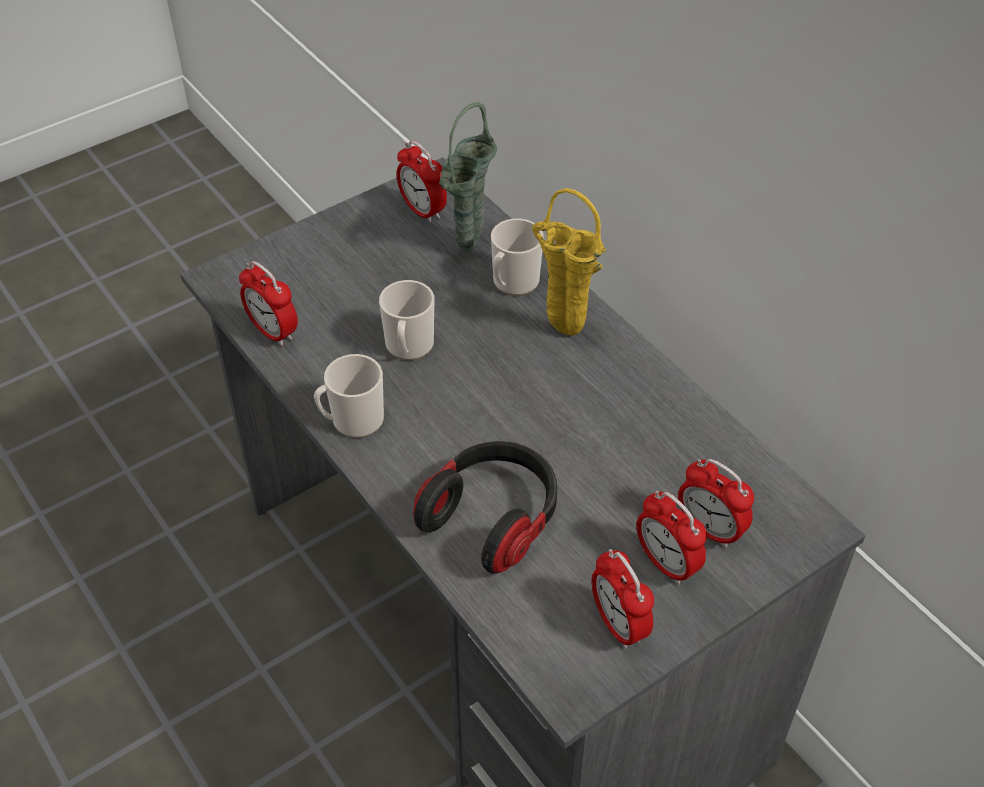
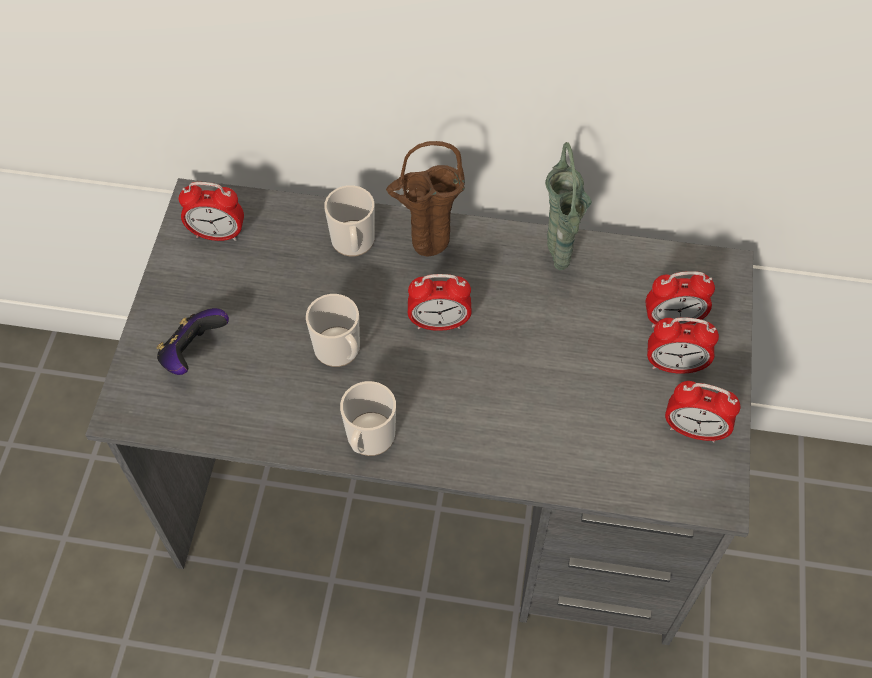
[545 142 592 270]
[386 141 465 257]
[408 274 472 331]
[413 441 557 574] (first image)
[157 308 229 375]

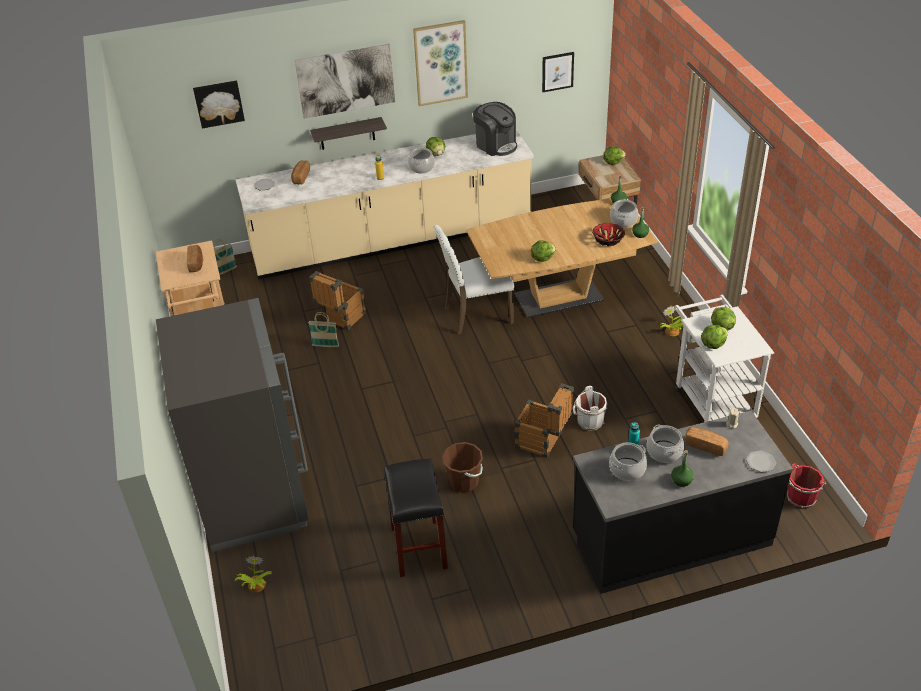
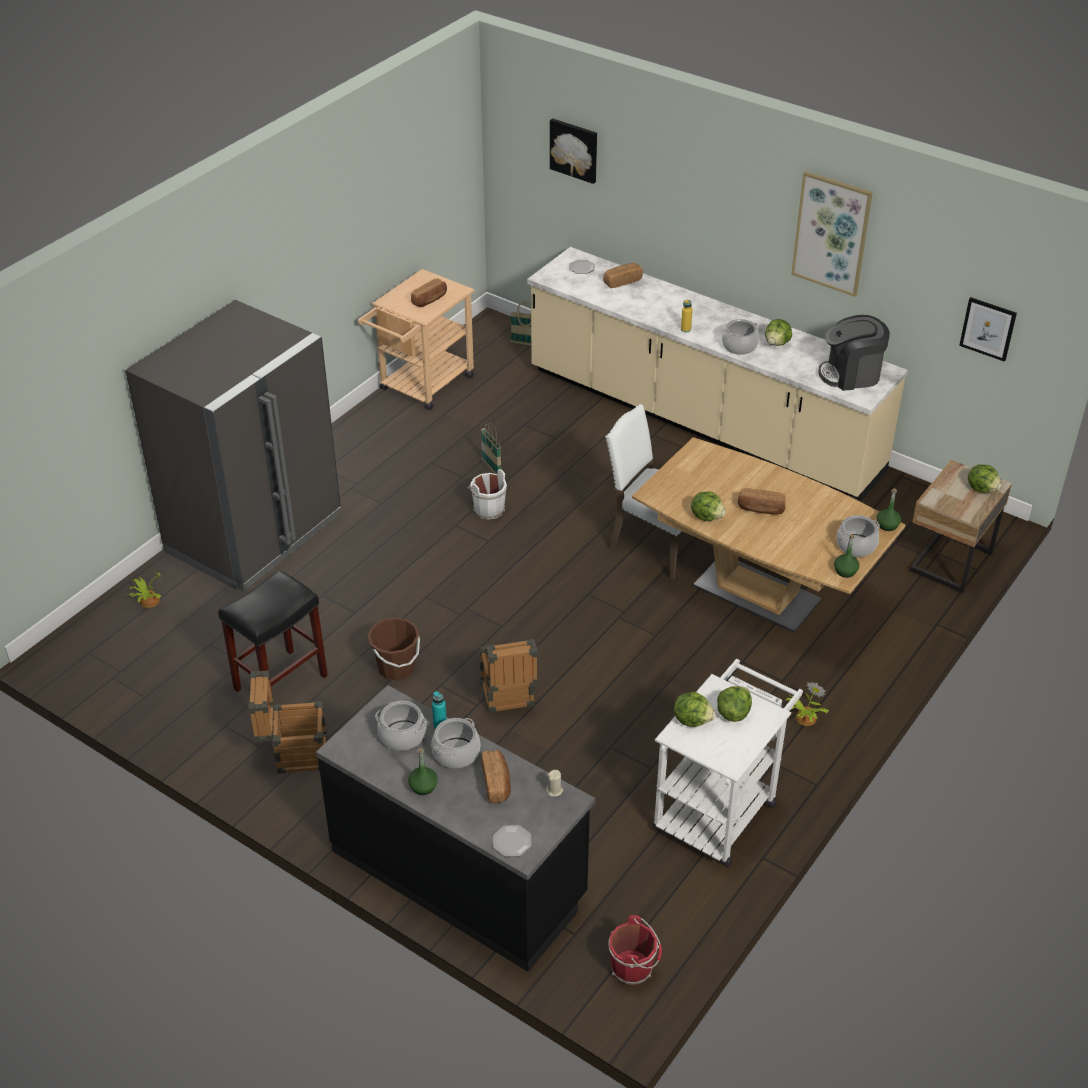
[295 44 395 119] (first image)
[818 315 890 391]
[310 117 387 150] (first image)
[592 223 625 246] (first image)
[249 671 327 774]
[467 469 507 520]
[738 488 785 515]

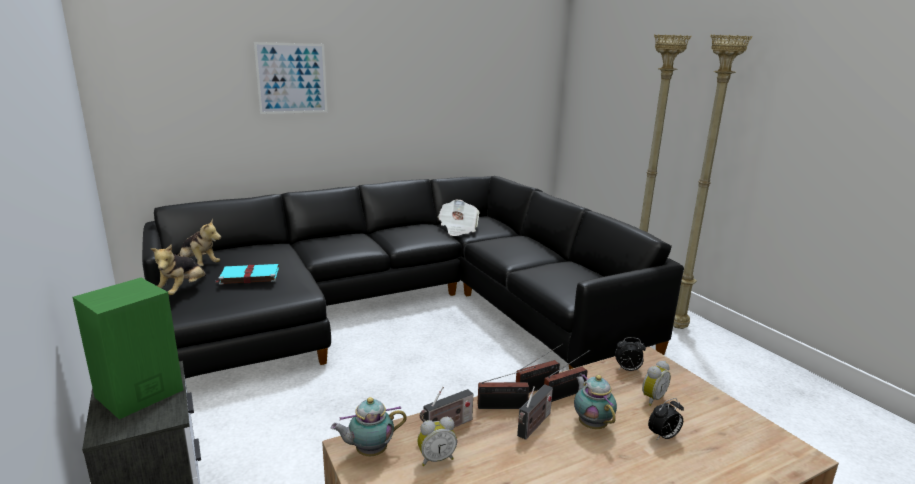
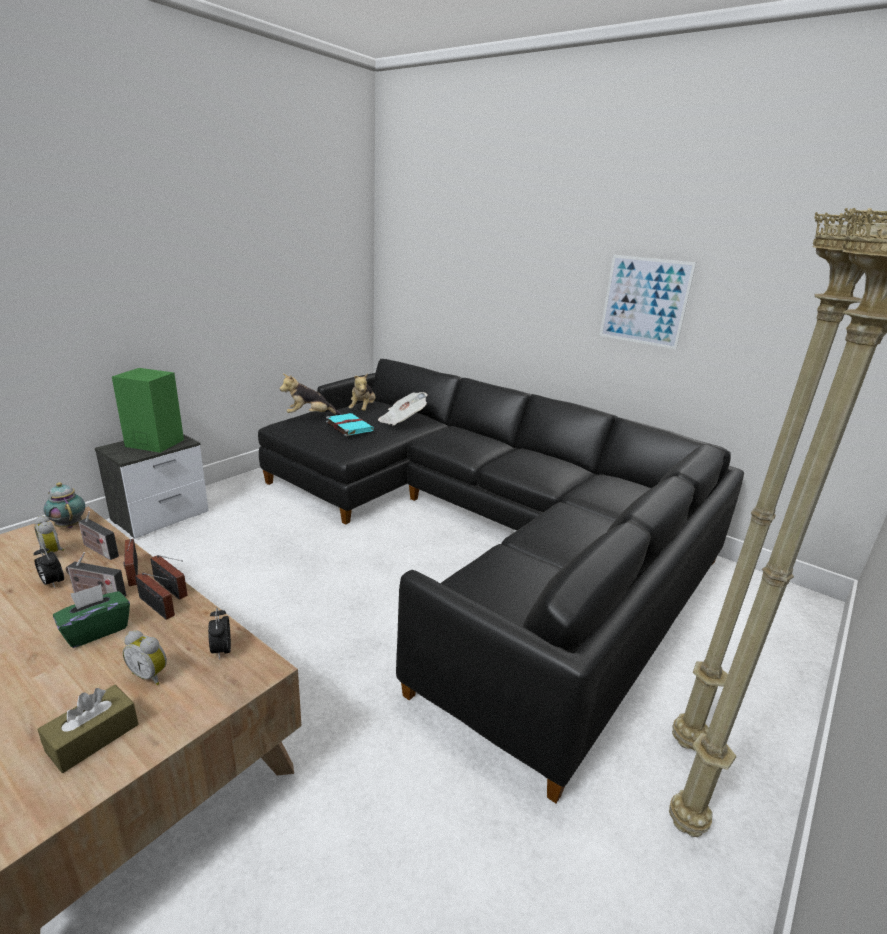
[599 255 696 349]
[378 392 428 425]
[53 584 130 648]
[34 545 64 588]
[37 685 138 773]

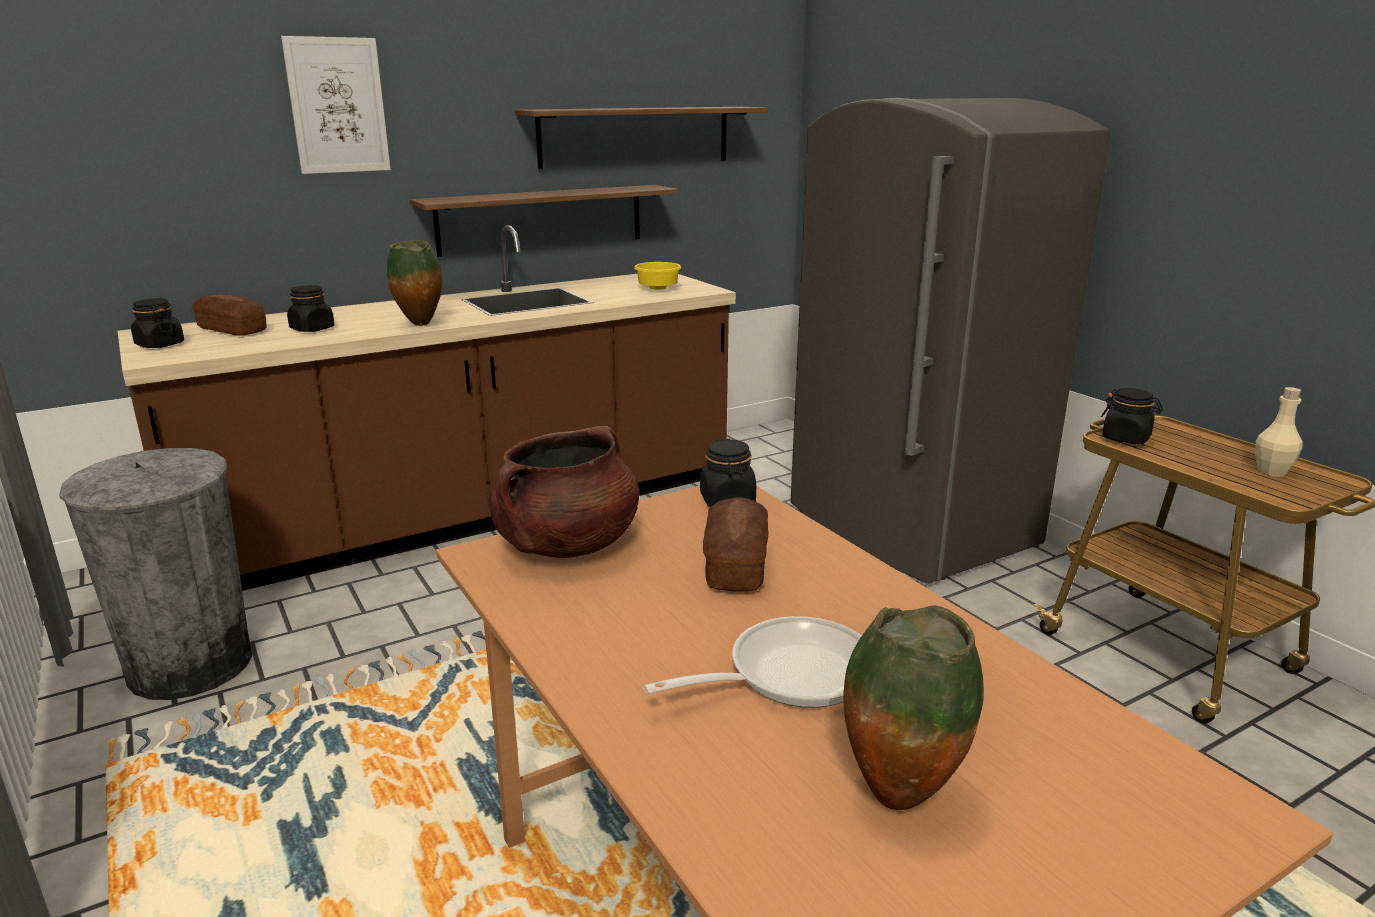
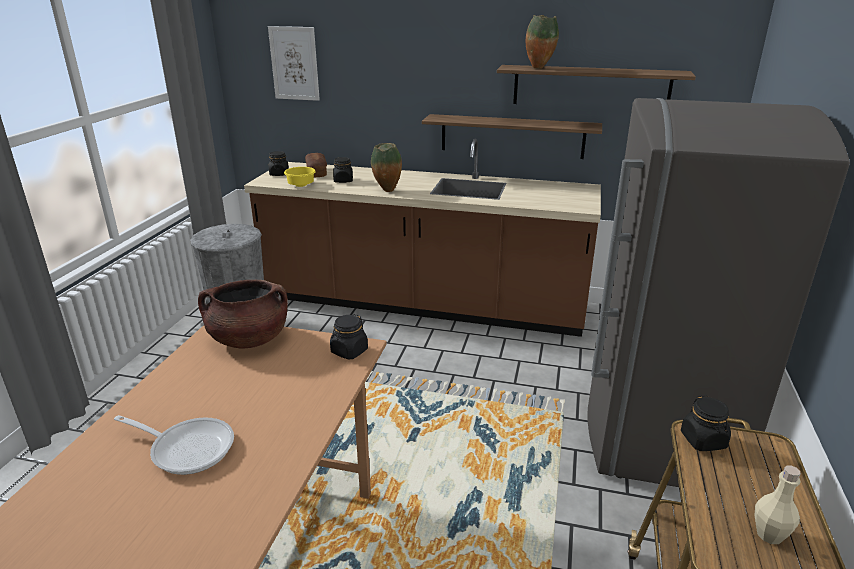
[268 26 320 101]
[284 167 316 187]
[703 497 768 591] (first image)
[526 15 559 69]

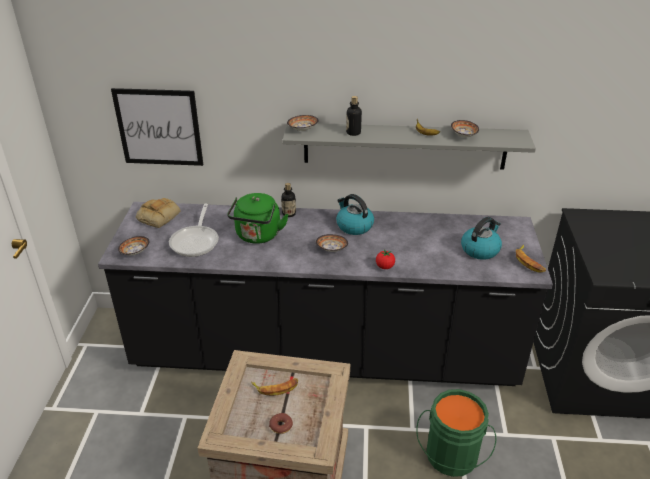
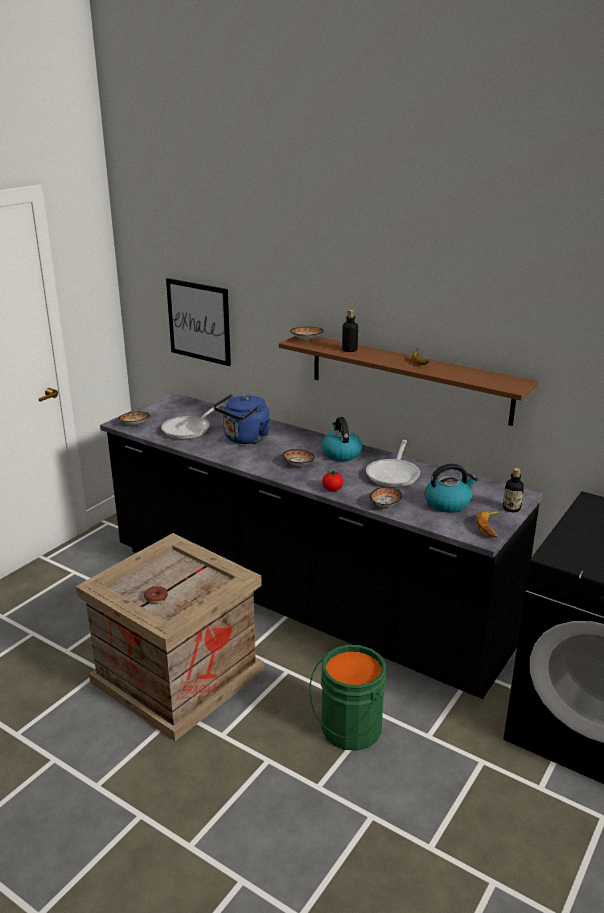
[370 487 402 507]
[279 336 538 426]
[503 468 524 512]
[213 394 270 444]
[136 198 181 228] (first image)
[251 378 298 396] (first image)
[366 440 420 487]

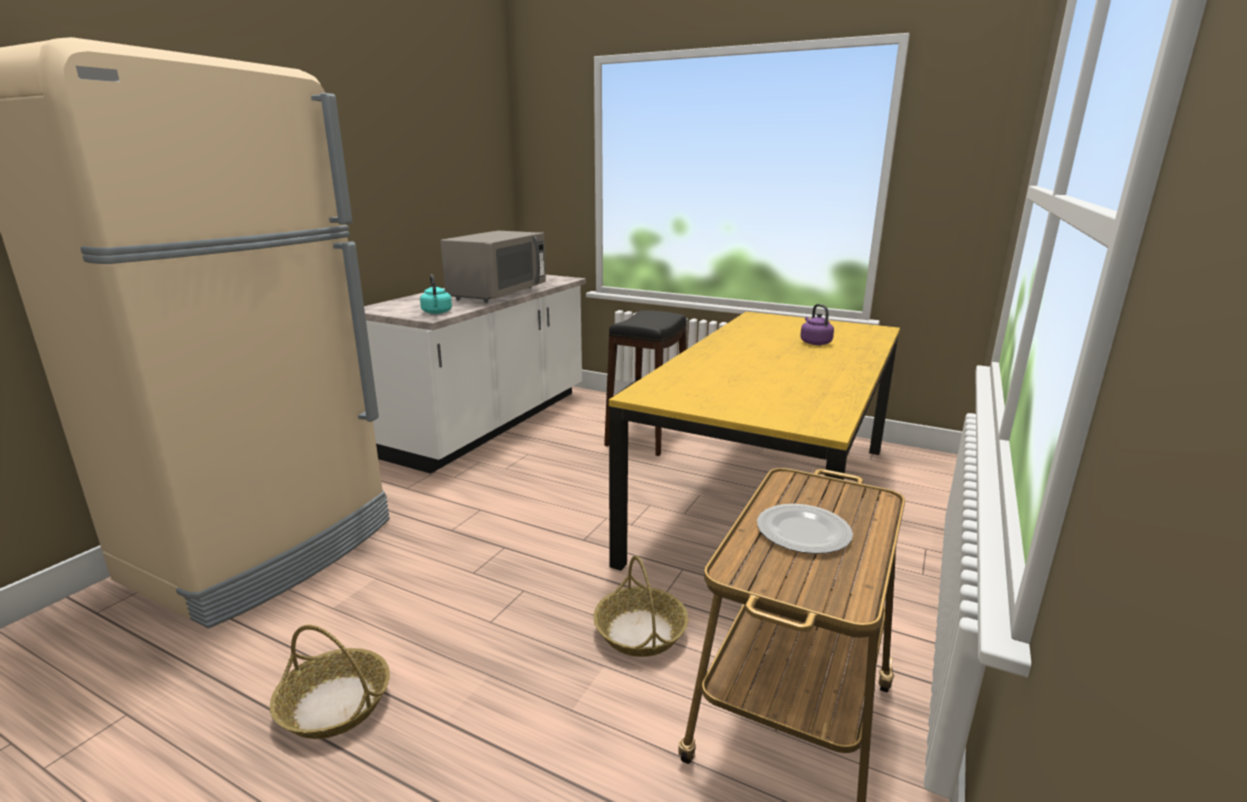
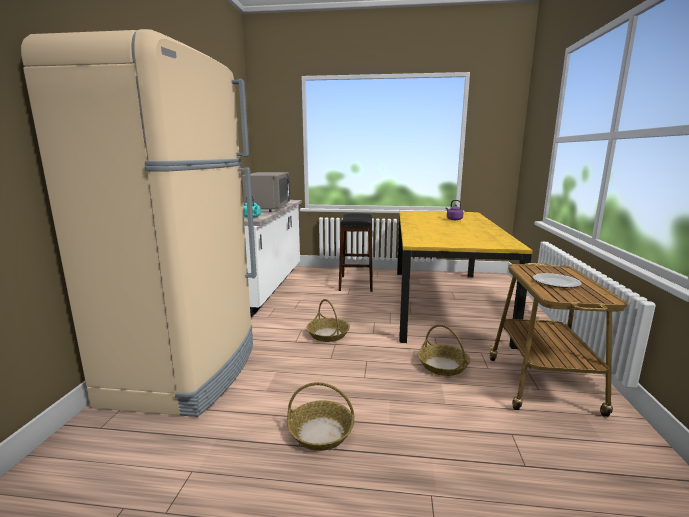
[307 299 350 342]

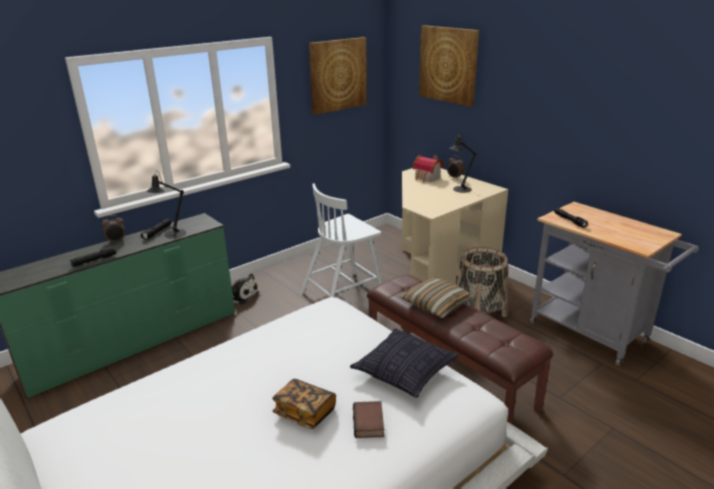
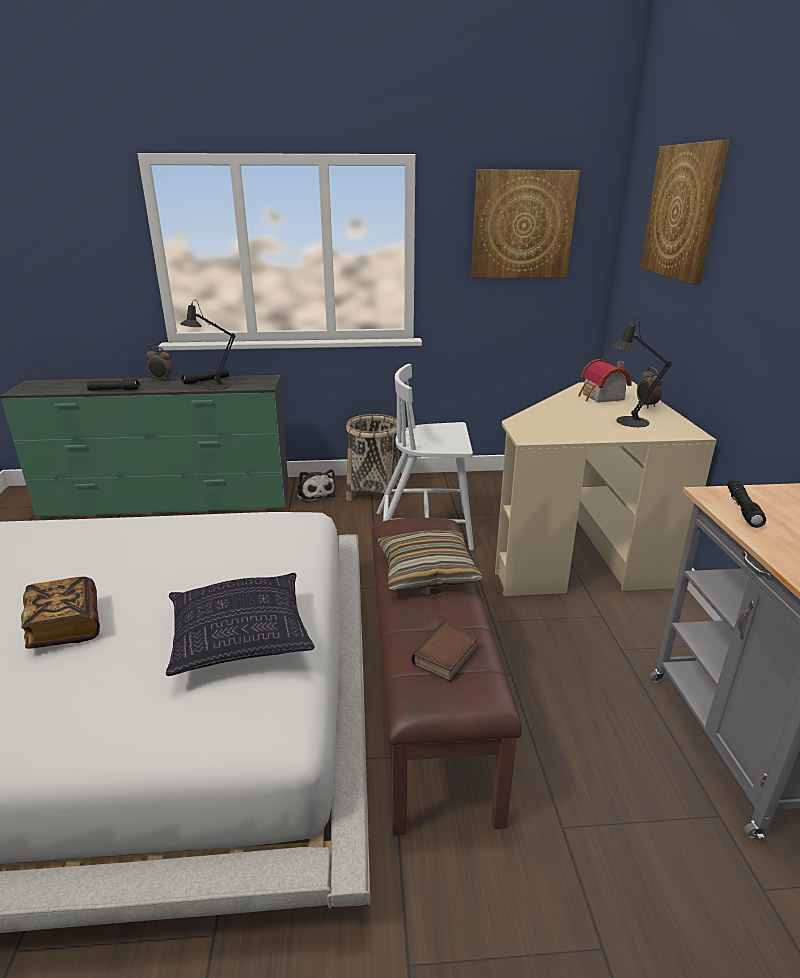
[346 414 401 505]
[411 622 479 682]

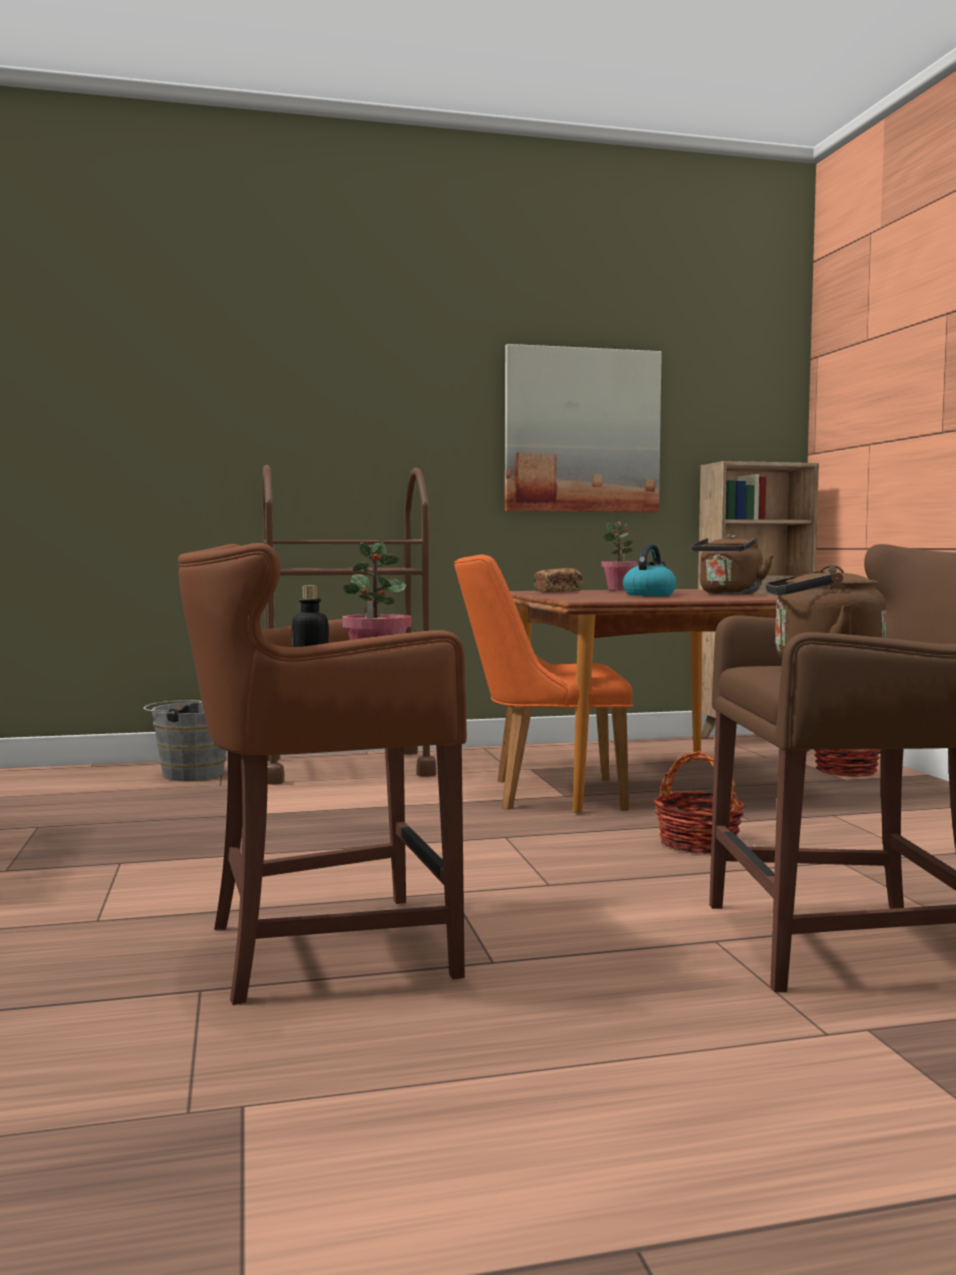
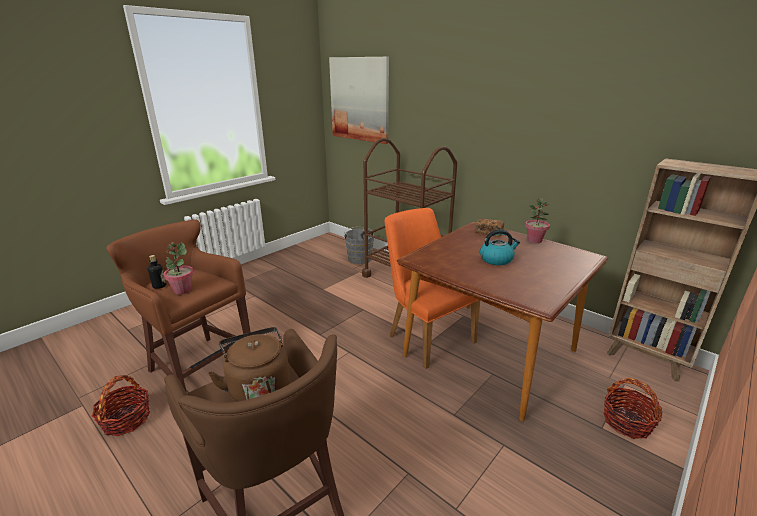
[329 57 389 144]
[691 534 773 594] (first image)
[92 375 150 436]

